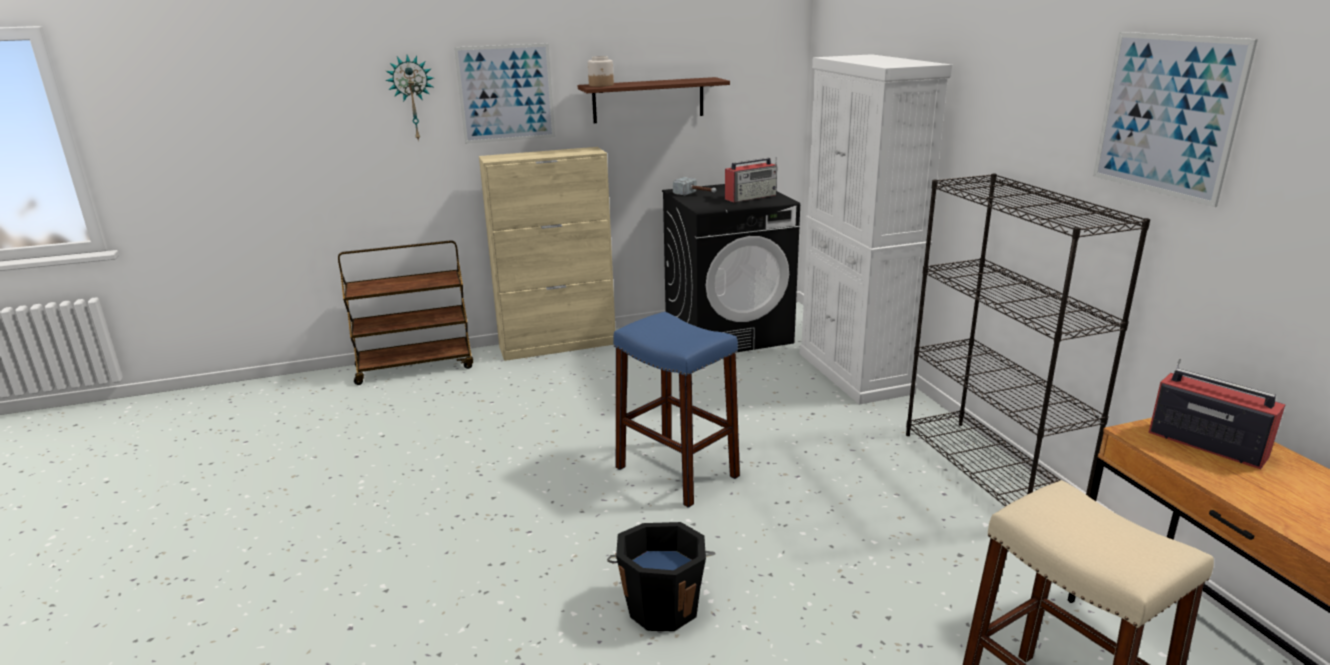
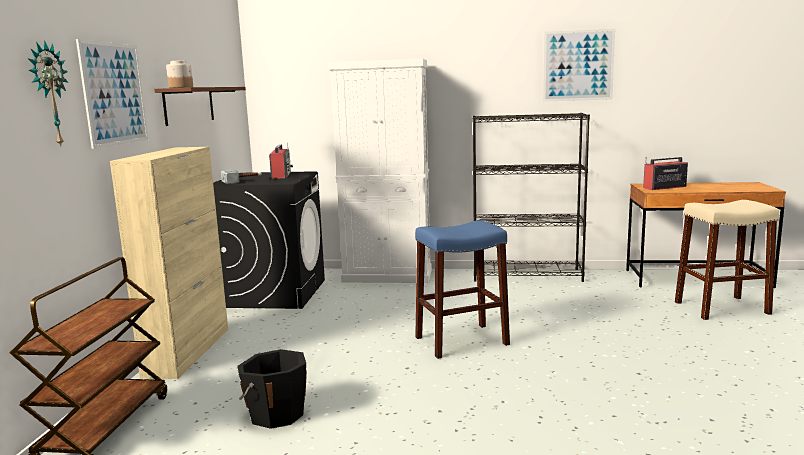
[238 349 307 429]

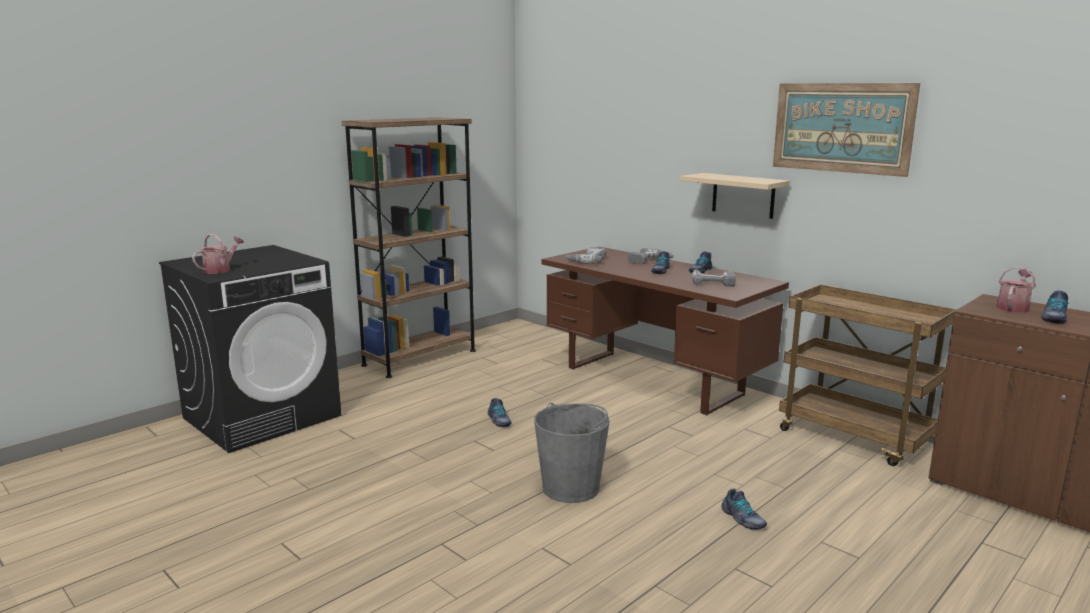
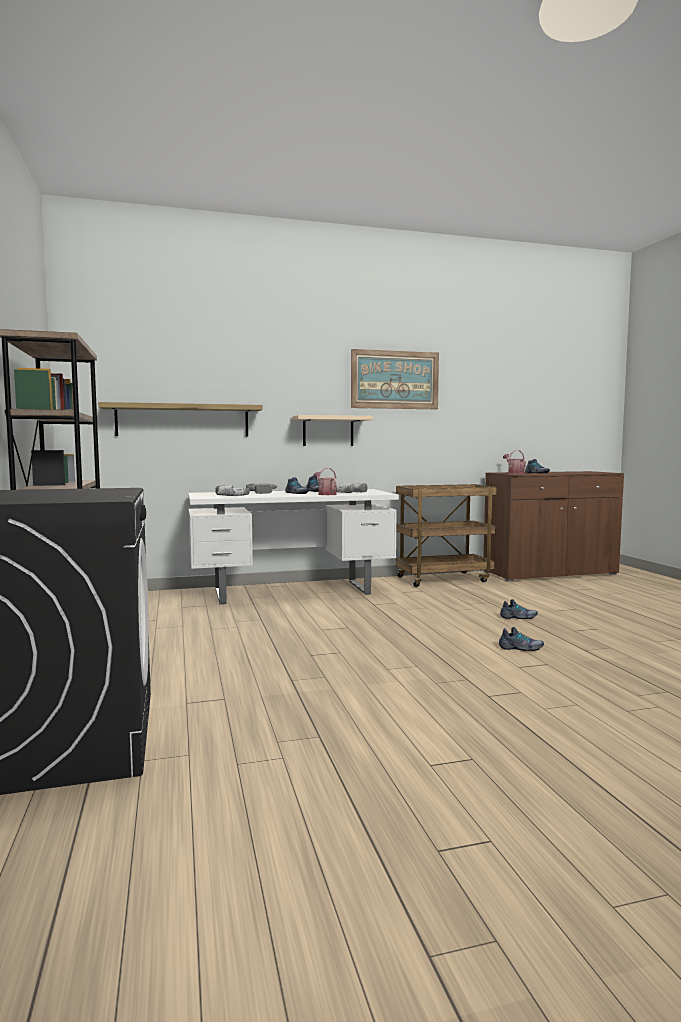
[313 468 337 495]
[188 489 399 604]
[499 627 544 651]
[534 403 610 503] (first image)
[98 402 262 436]

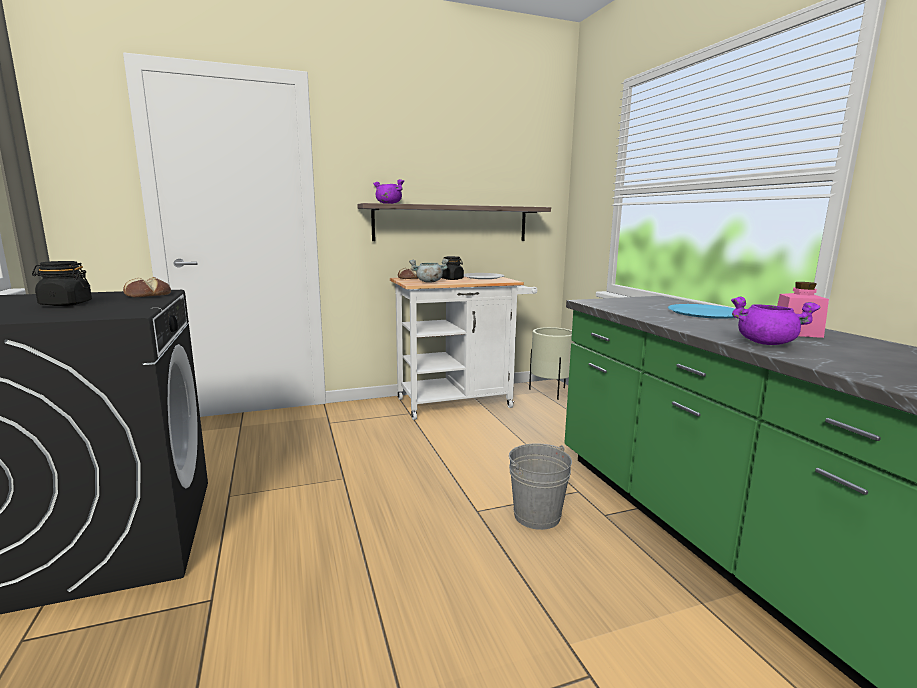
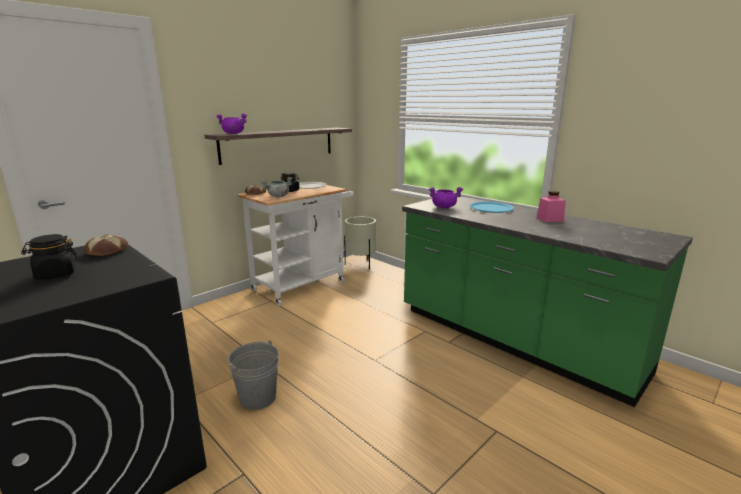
[429 187 463 208]
[228 340 279 410]

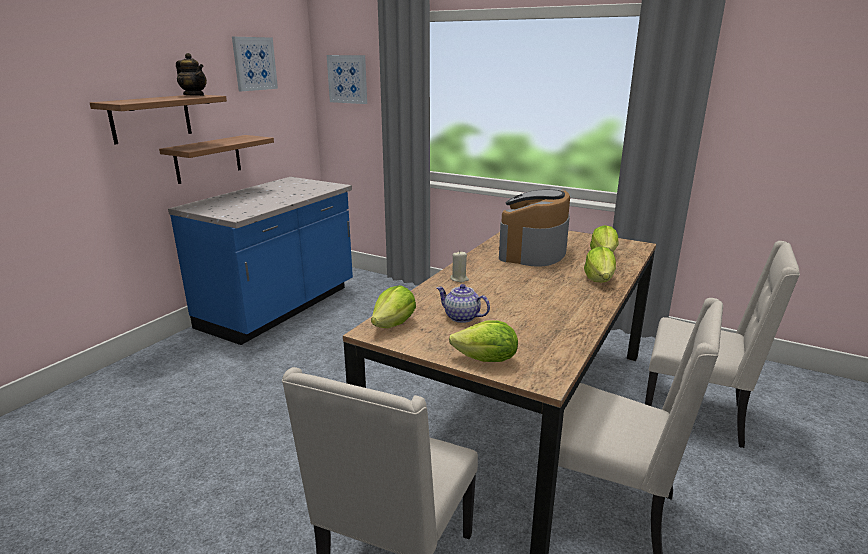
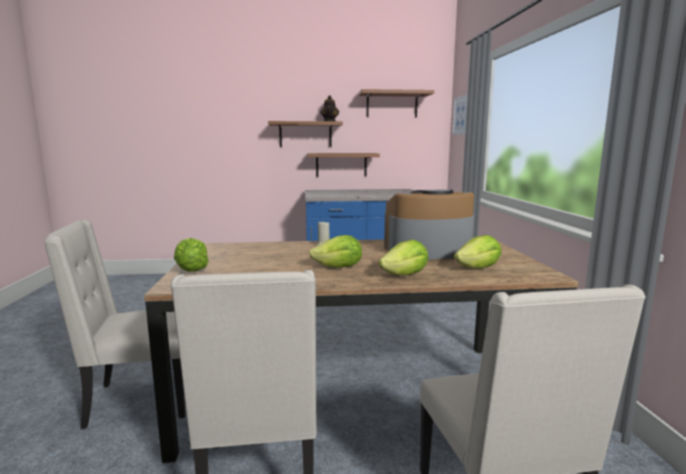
[358 89 434 117]
[437 284 490 323] (first image)
[309 235 362 268]

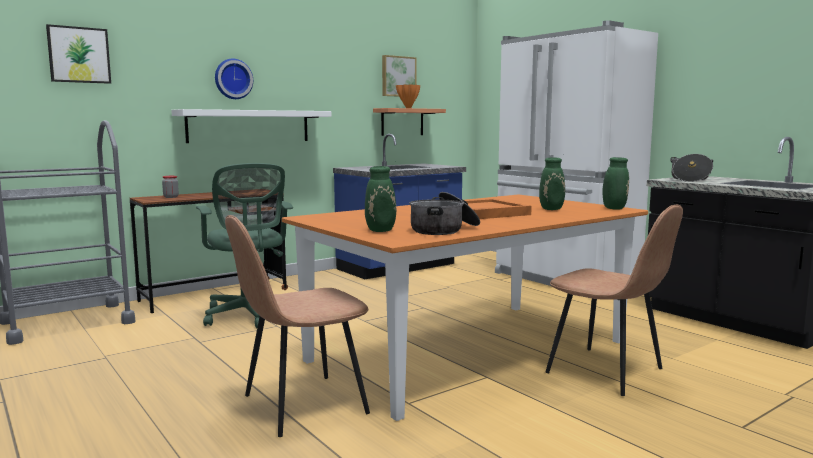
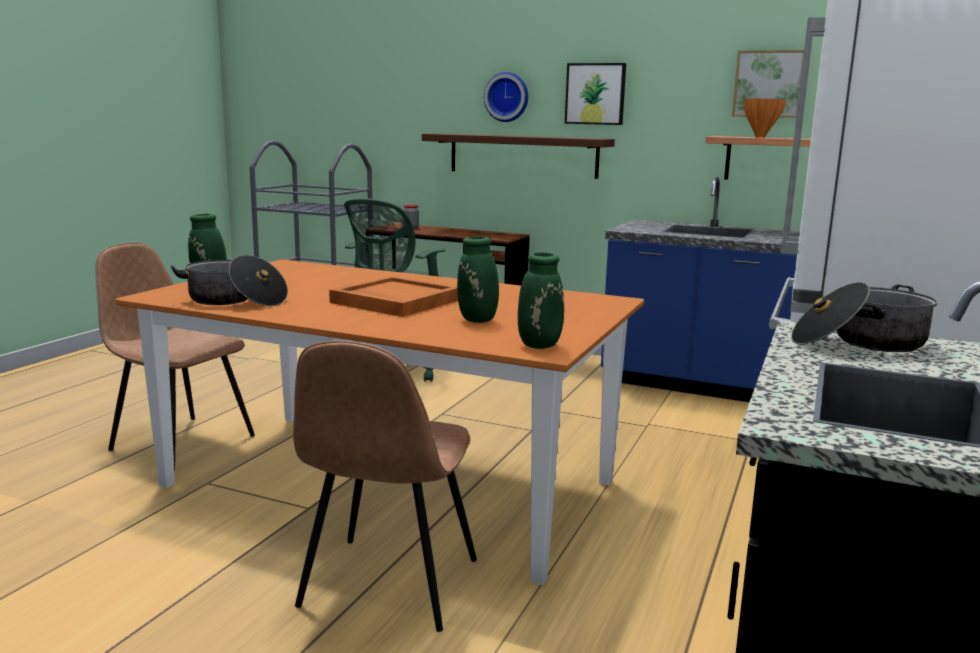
[565 63 626 125]
[422 133 615 179]

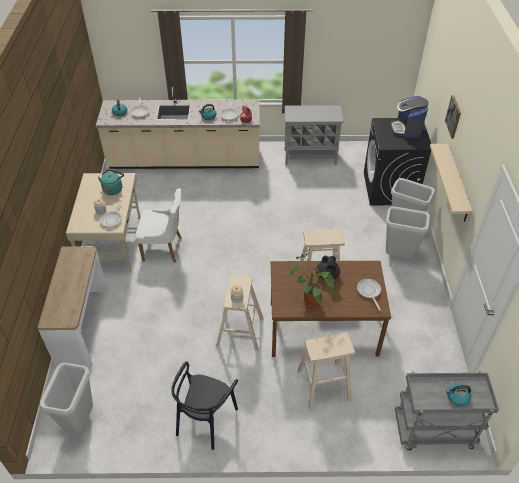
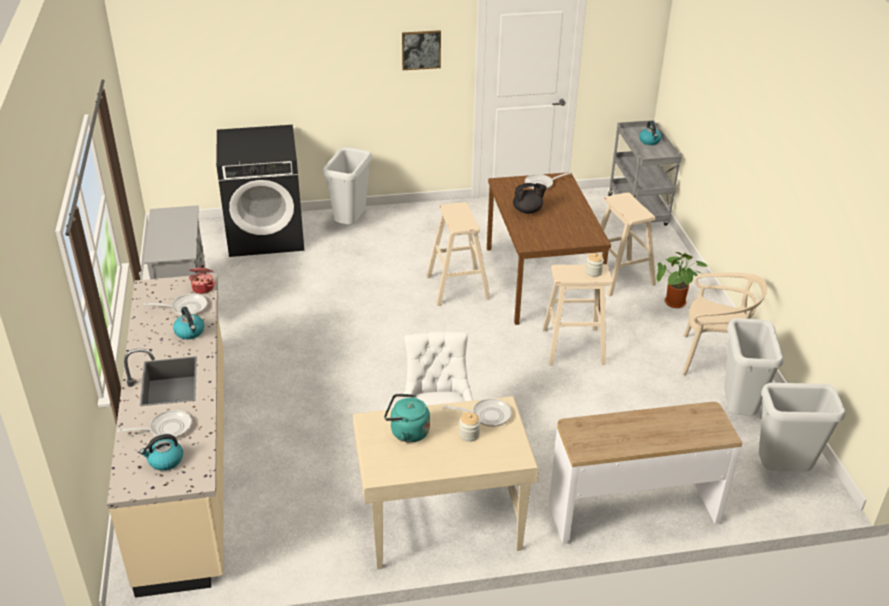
[402 30 441 70]
[390 96 429 138] (first image)
[430 144 473 222] (first image)
[724 318 784 416]
[656 252 708 308]
[682 273 767 375]

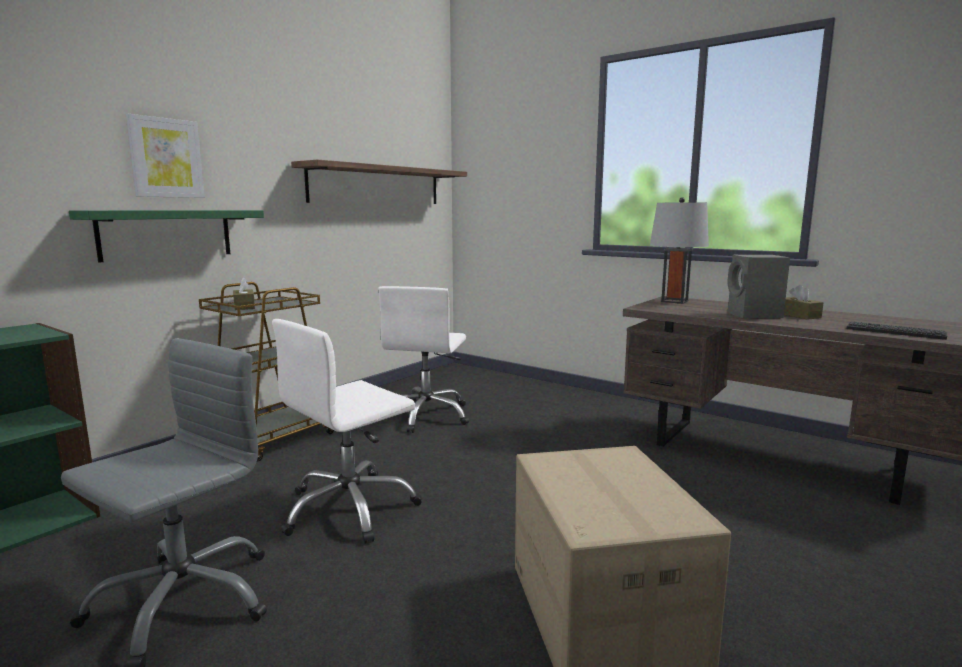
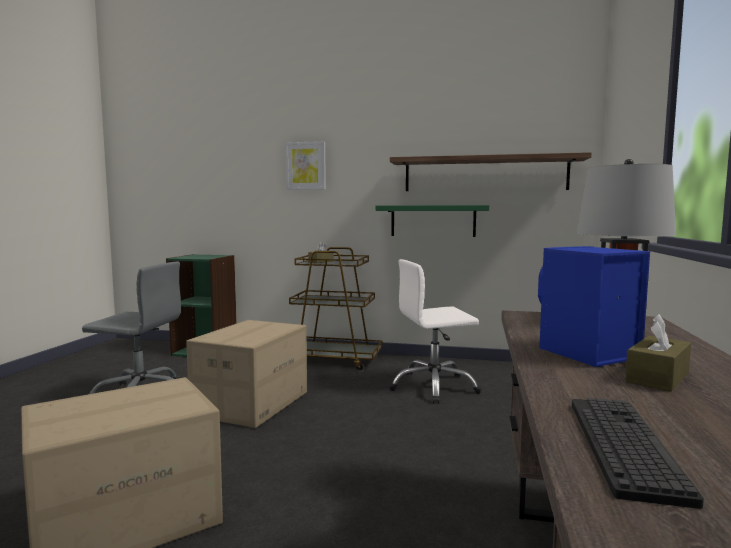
[375 205 489 237]
[538 246 650 367]
[186 320 307 428]

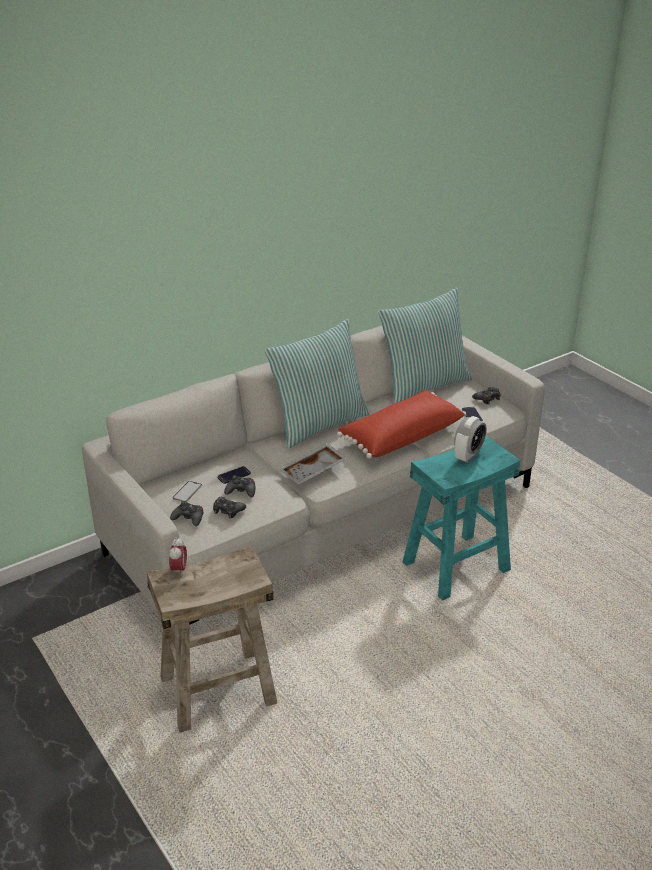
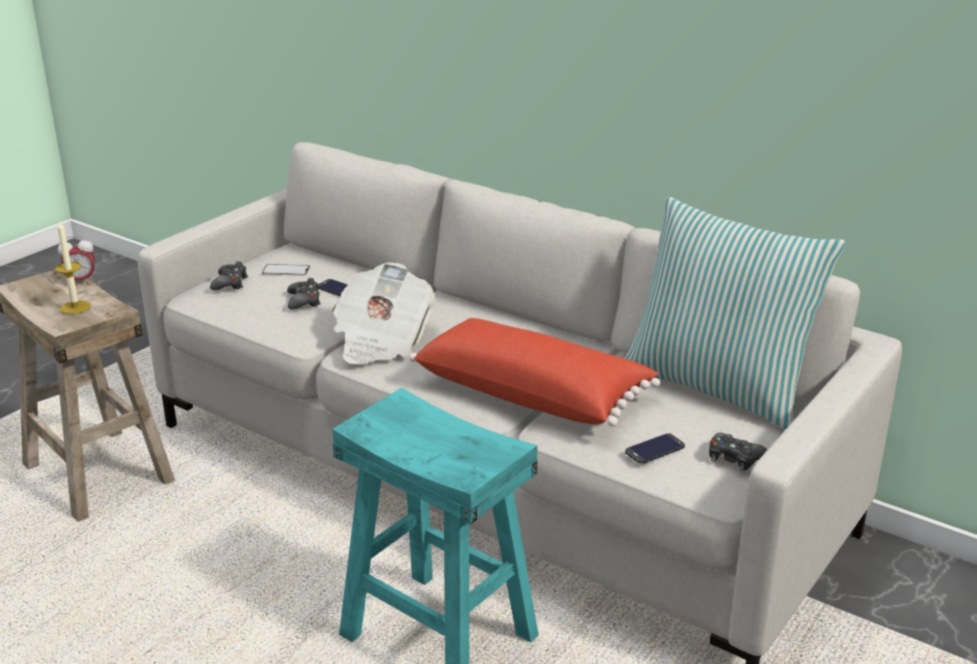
[264 319 369 448] (first image)
[454 416 487 463] (first image)
[333 262 436 364]
[213 497 246 519] (first image)
[55 220 91 314]

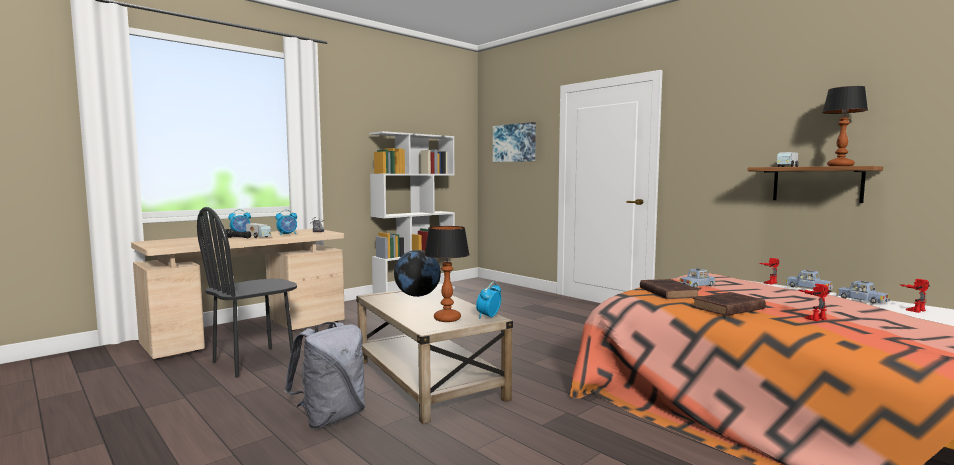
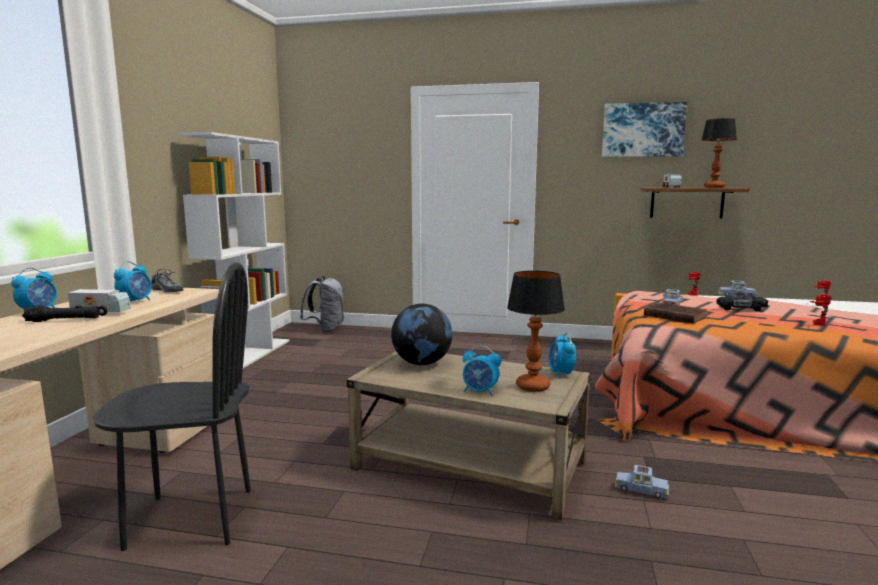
[602 102 687 157]
[93 262 251 551]
[615 465 669 498]
[692 292 766 316] (first image)
[300 276 344 333]
[716 292 768 312]
[463 345 501 396]

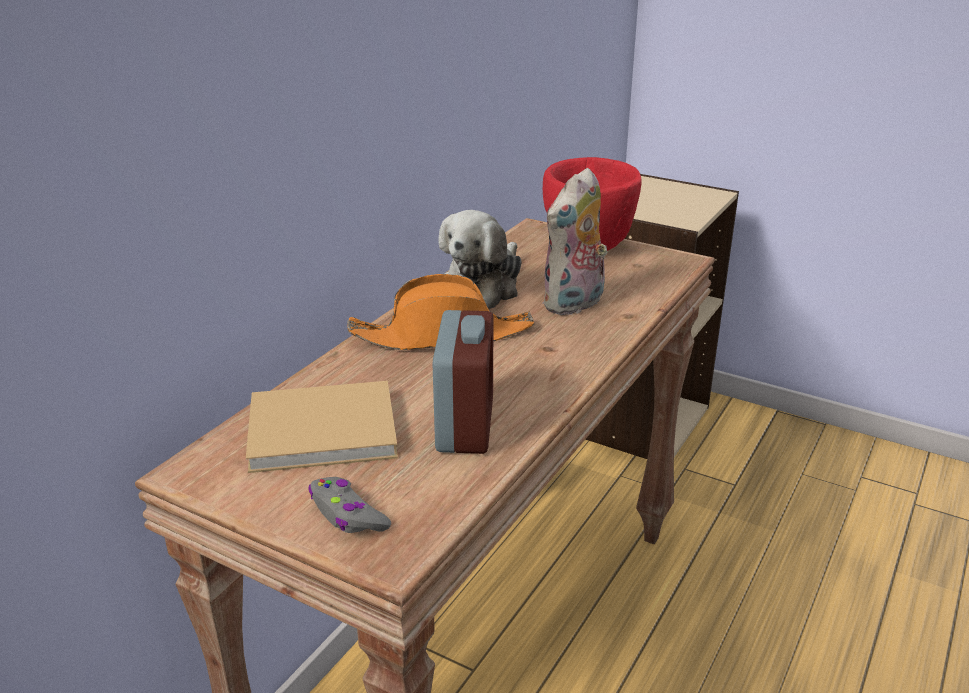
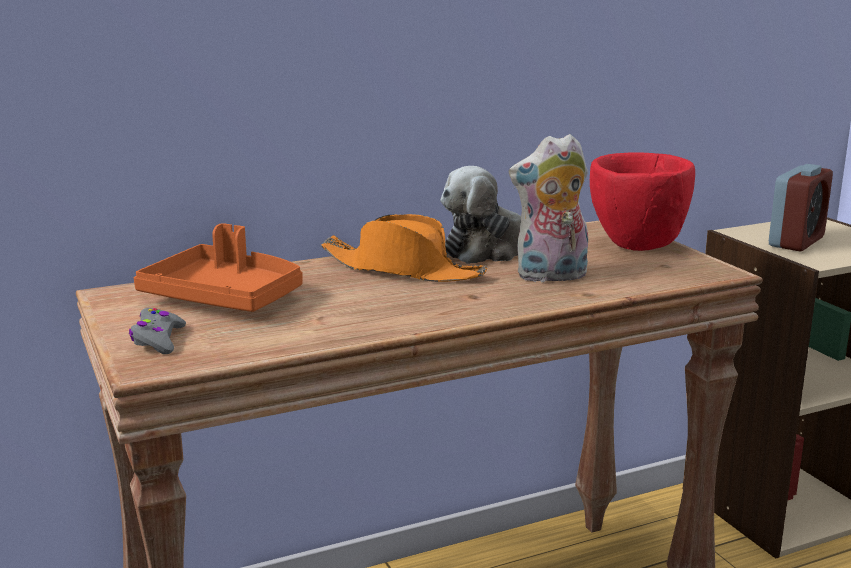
[769 164 833 252]
[134 223 302 312]

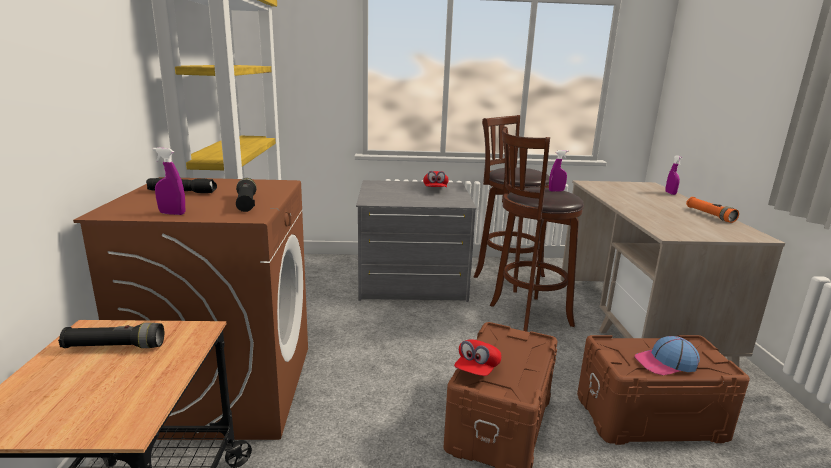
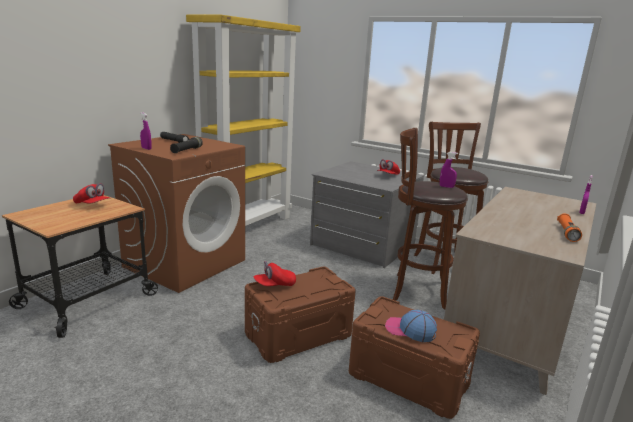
[73 183 110 204]

